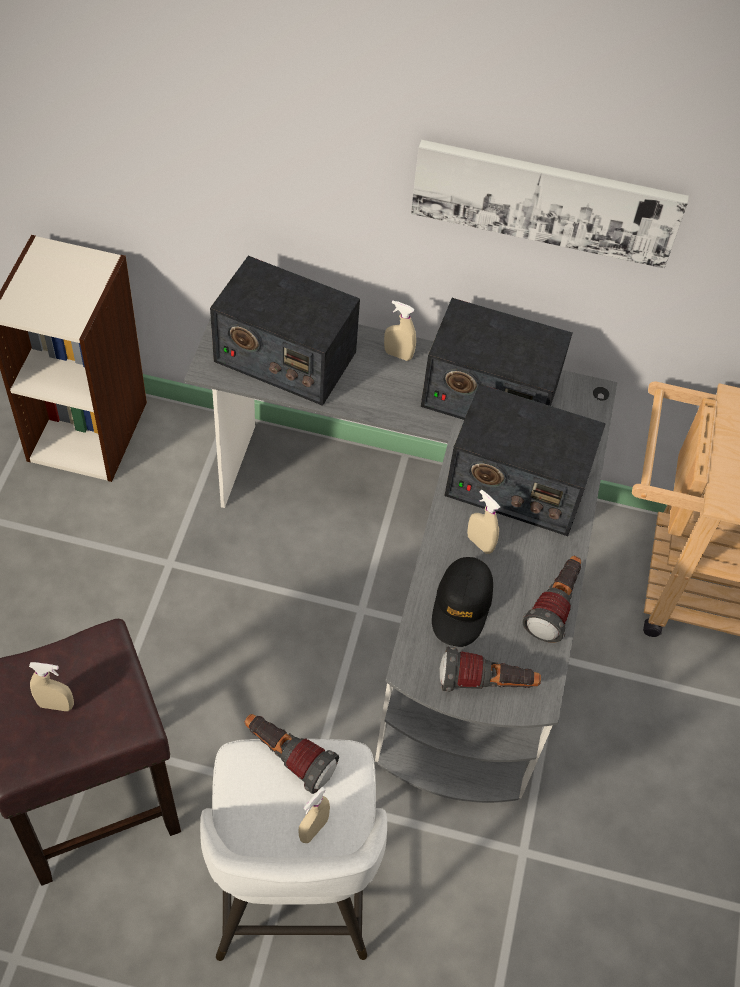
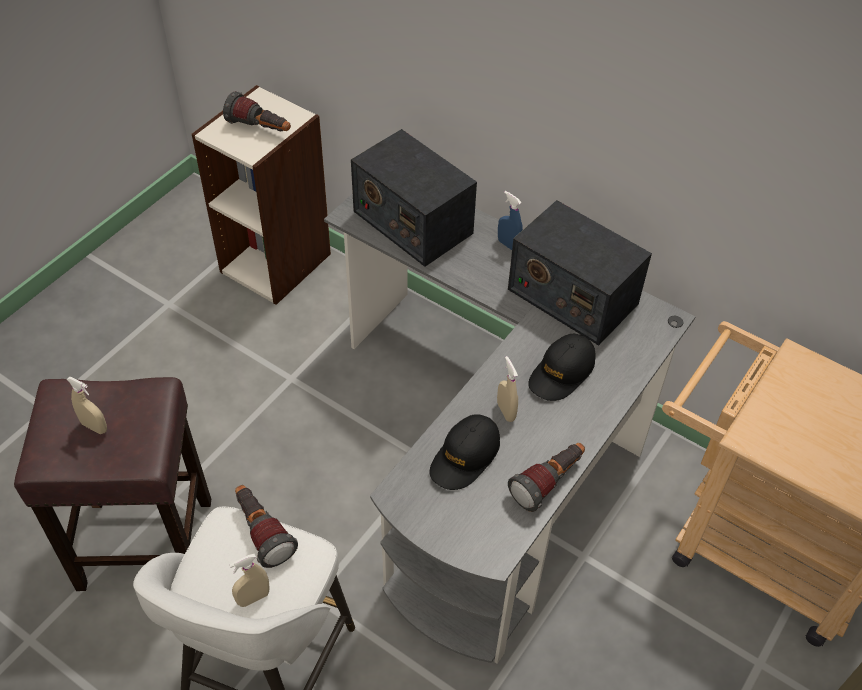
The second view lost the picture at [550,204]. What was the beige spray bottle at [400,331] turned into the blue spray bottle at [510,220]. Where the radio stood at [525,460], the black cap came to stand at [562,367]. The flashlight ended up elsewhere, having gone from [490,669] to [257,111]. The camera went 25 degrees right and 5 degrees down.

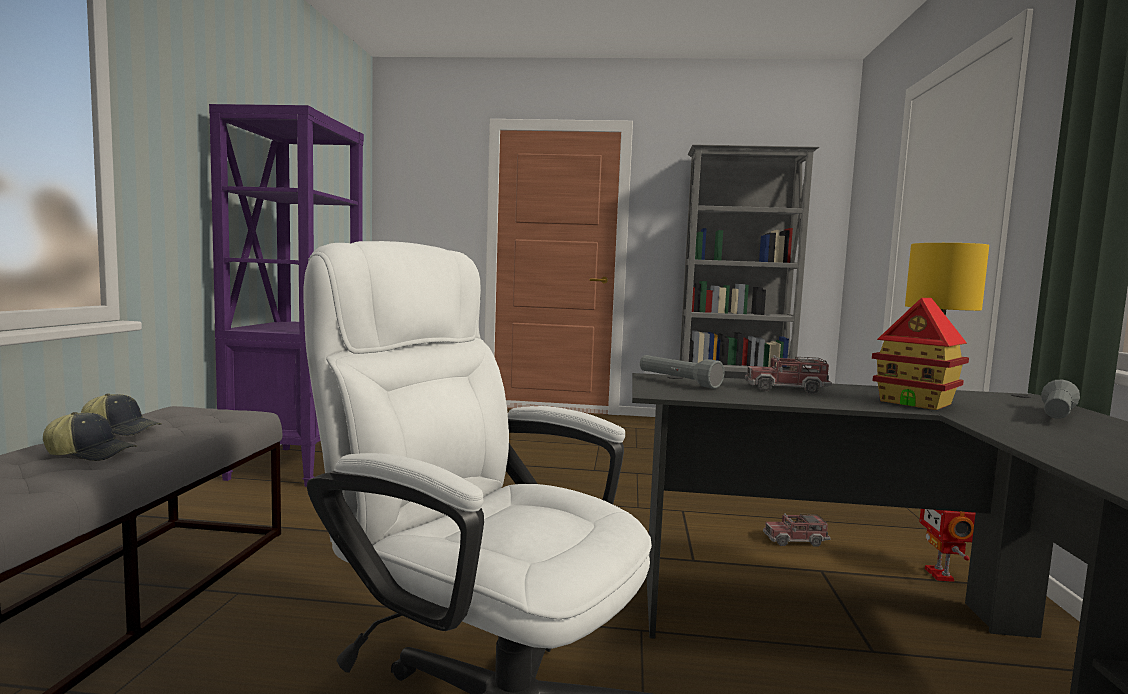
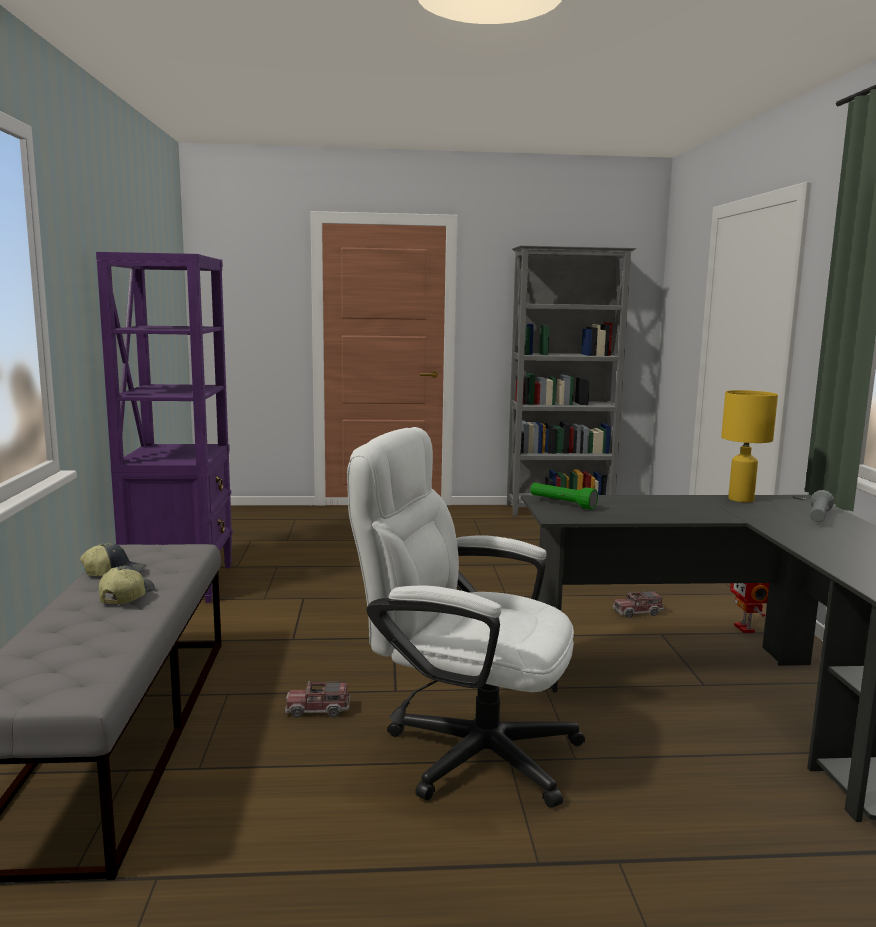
The second view lost the toy house at [920,354]. What was the grey flashlight at [682,372] turned into the green flashlight at [564,496]. The toy truck ended up elsewhere, having gone from [788,374] to [317,699]. The cap at [90,436] ended up facing another way, 75 degrees counterclockwise from before. The camera went 10 degrees left and 5 degrees up.

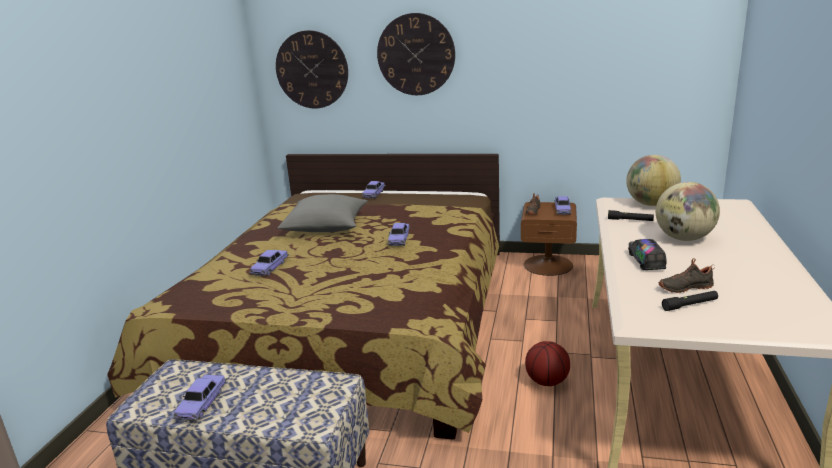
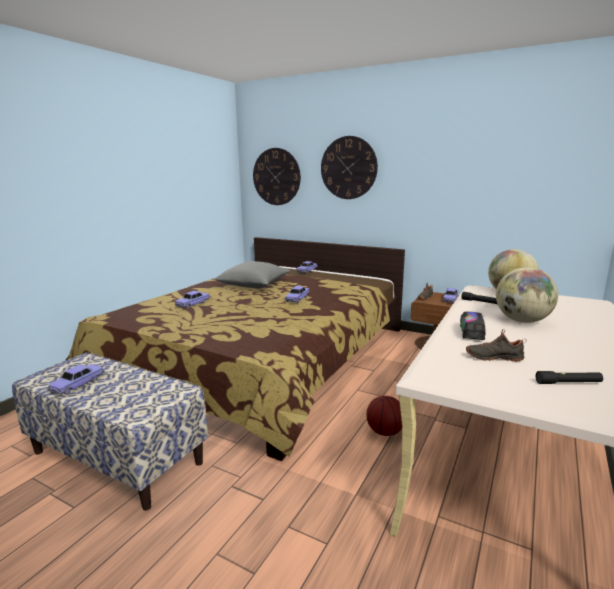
The black flashlight ended up elsewhere, having gone from [690,301] to [569,377]. The camera went 15 degrees right and 5 degrees down.

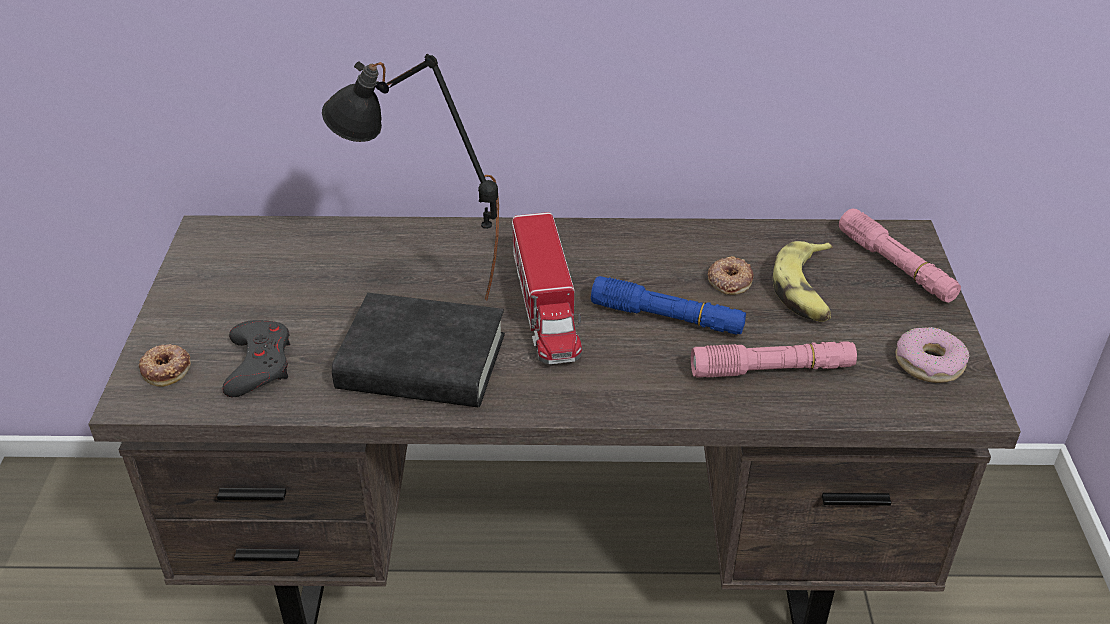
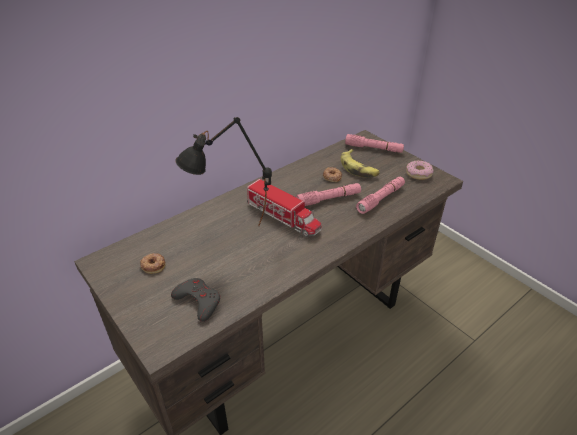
What was the blue flashlight at [668,305] turned into the pink flashlight at [328,194]. The second view lost the black book at [418,350]. The donut ended up elsewhere, having gone from [165,365] to [153,263]. The camera went 40 degrees left and 0 degrees up.

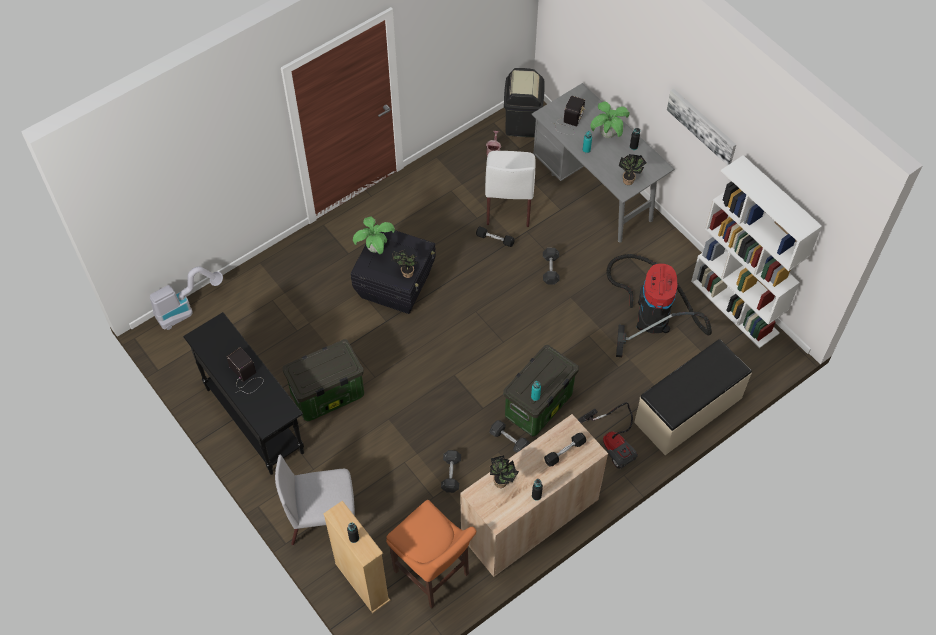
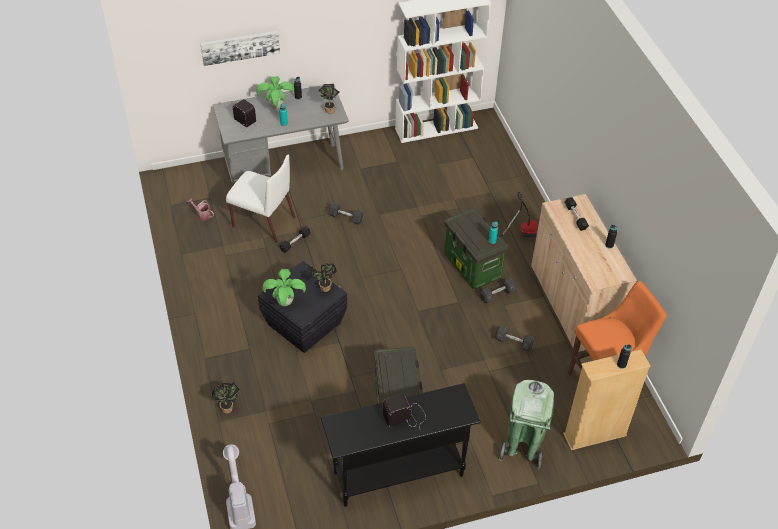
The second view lost the black trash can at [524,102]. The picture ended up elsewhere, having gone from [701,126] to [240,48]. The second view lost the vacuum cleaner at [659,305]. The second view lost the beige bench at [693,397]. Where the grey chair stood at [315,500], the green trash can came to stand at [526,424]. The potted plant ended up elsewhere, having gone from [504,471] to [225,398]. The camera went 70 degrees left and 10 degrees down.

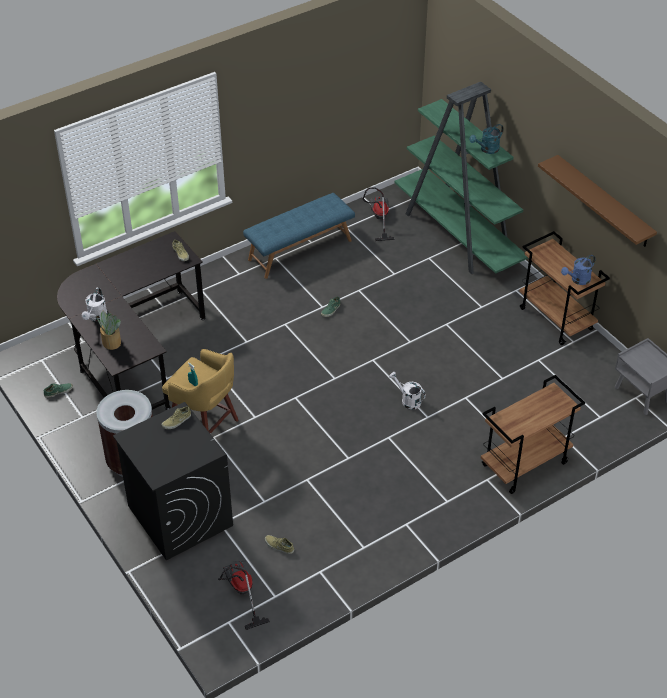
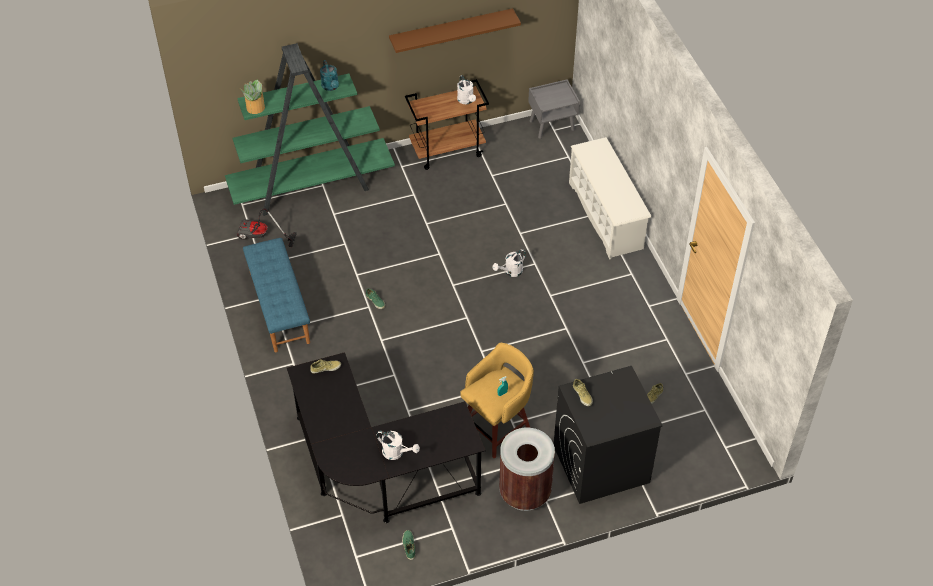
What was the blue watering can at [578,270] turned into the white watering can at [466,89]. The potted plant ended up elsewhere, having gone from [108,330] to [252,96]. Where the brown cart stood at [533,434], the white shoe rack came to stand at [610,198]. The second view lost the vacuum cleaner at [244,595]. The camera went 75 degrees left and 5 degrees up.

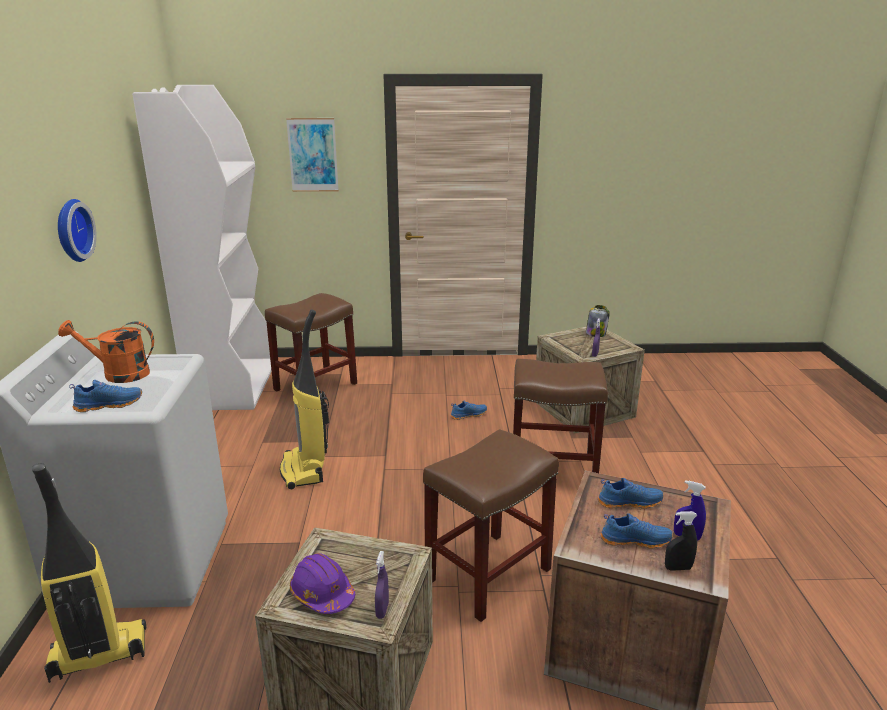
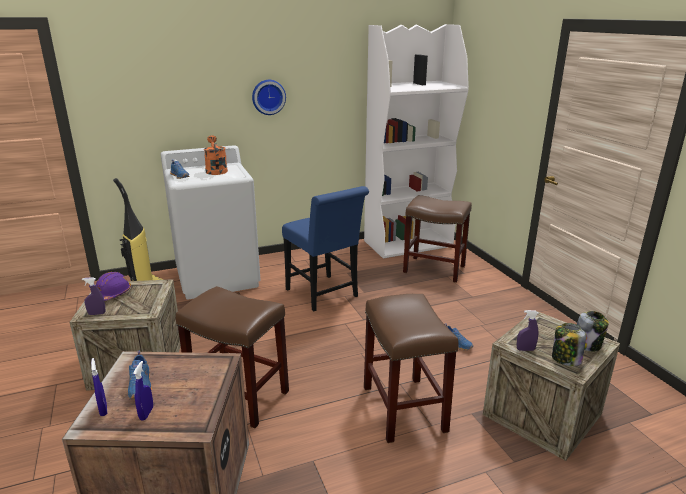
The second view lost the picture at [312,155]. Where the vacuum cleaner stood at [304,399], the blue chair came to stand at [325,248]. The second view lost the blue shoe at [631,493]. What was the black spray bottle at [681,541] turned into the blue spray bottle at [99,387]. The second view gained the jar at [569,344]. The camera went 70 degrees right and 0 degrees up.

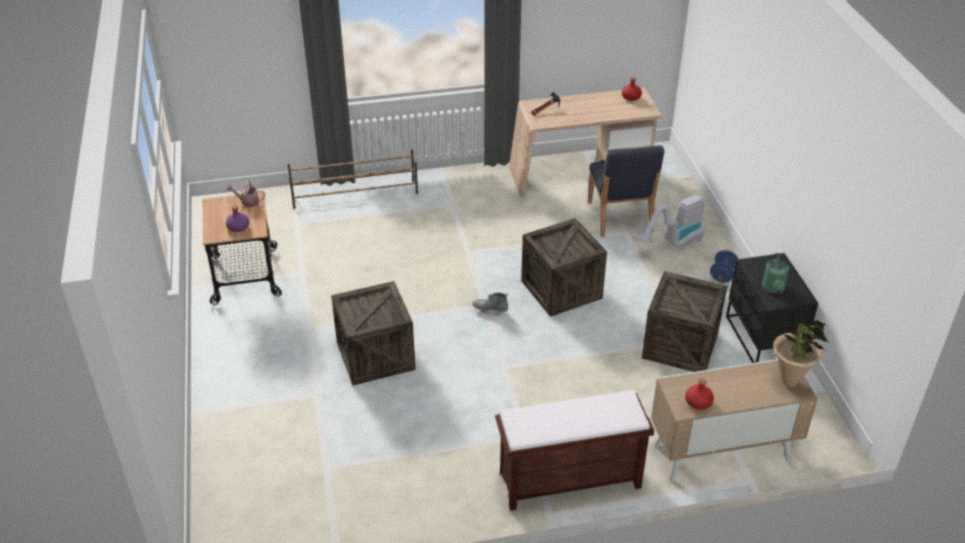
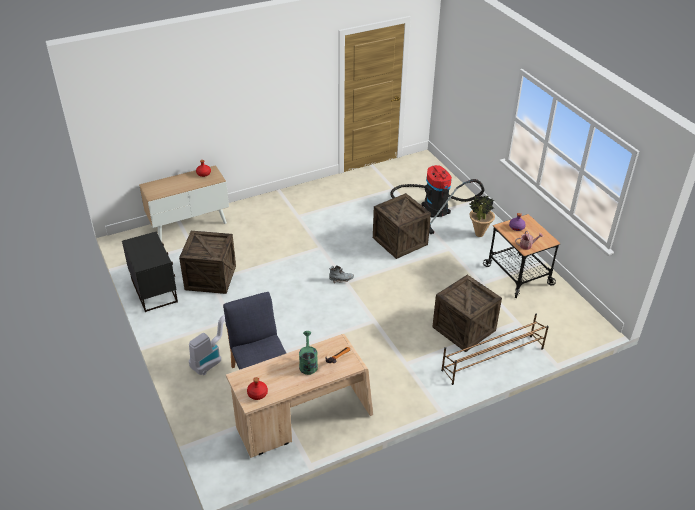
The crate ended up elsewhere, having gone from [564,267] to [467,313]. The second view lost the blue dumbbell at [724,266]. The green watering can ended up elsewhere, having gone from [775,273] to [308,353]. The potted plant ended up elsewhere, having gone from [801,350] to [482,216]. The second view lost the brown bench at [574,450]. The second view gained the vacuum cleaner at [437,199]. The camera went 165 degrees right and 0 degrees up.

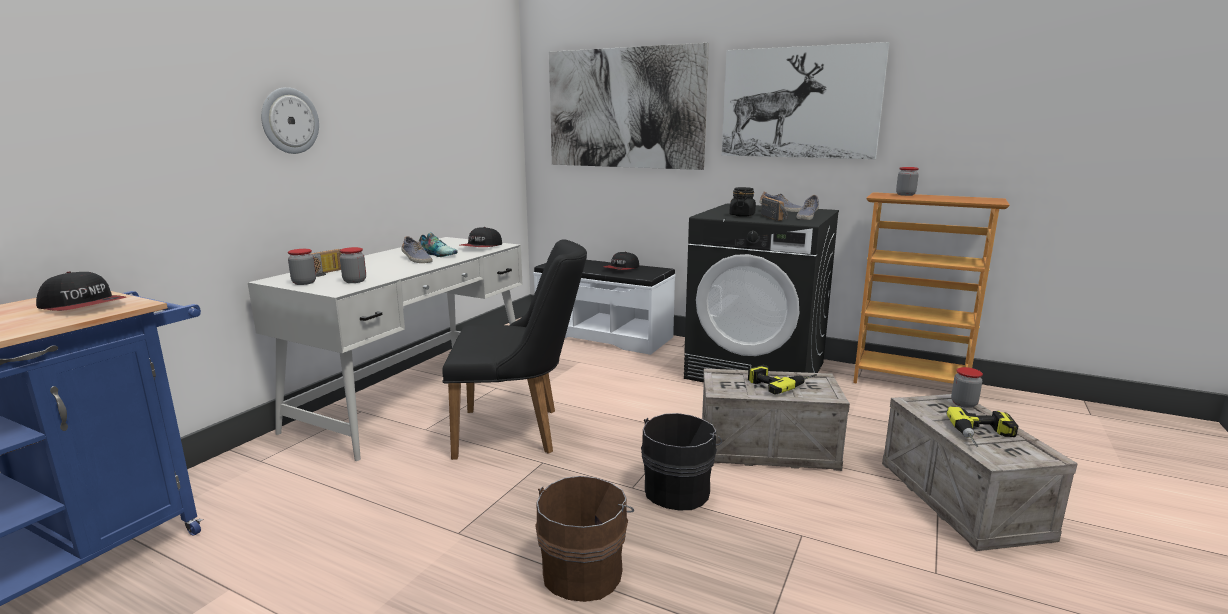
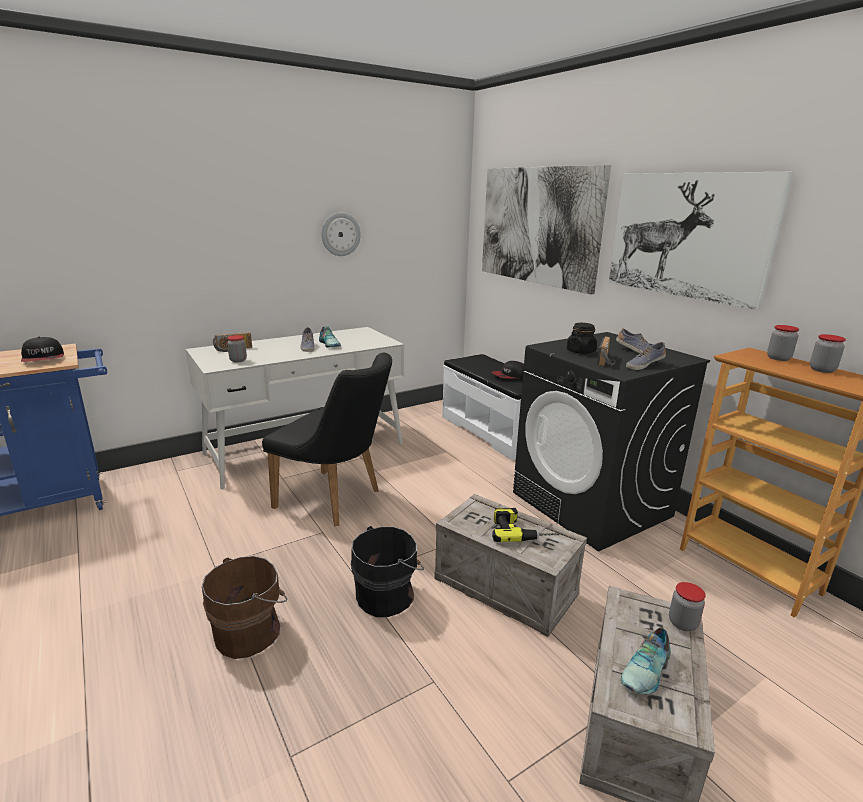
The wall clock ended up elsewhere, having gone from [290,120] to [341,234]. The second view lost the cap at [481,237]. The jar ended up elsewhere, having gone from [302,267] to [828,353]. Where the power drill stood at [982,426], the shoe came to stand at [646,661]. The camera went 30 degrees right and 5 degrees up.

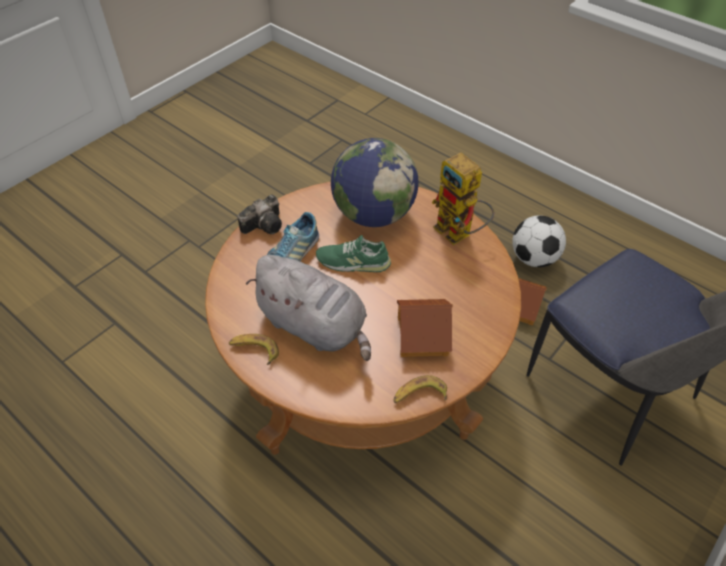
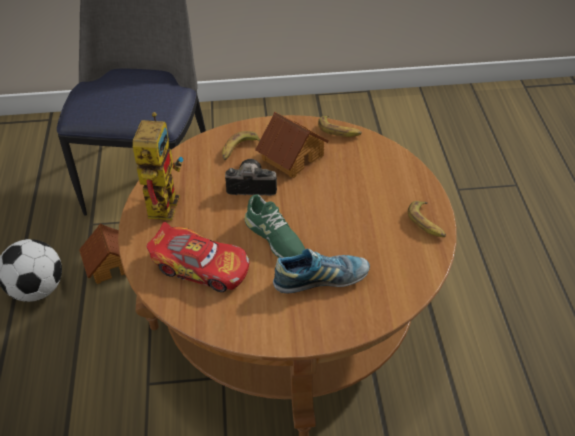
Where the globe stood at [374,182], the toy car came to stand at [197,257]. The photo camera ended up elsewhere, having gone from [259,214] to [251,177]. The second view lost the grey plush toy at [308,308]. The second view gained the banana at [241,146]. The camera went 135 degrees left and 5 degrees down.

